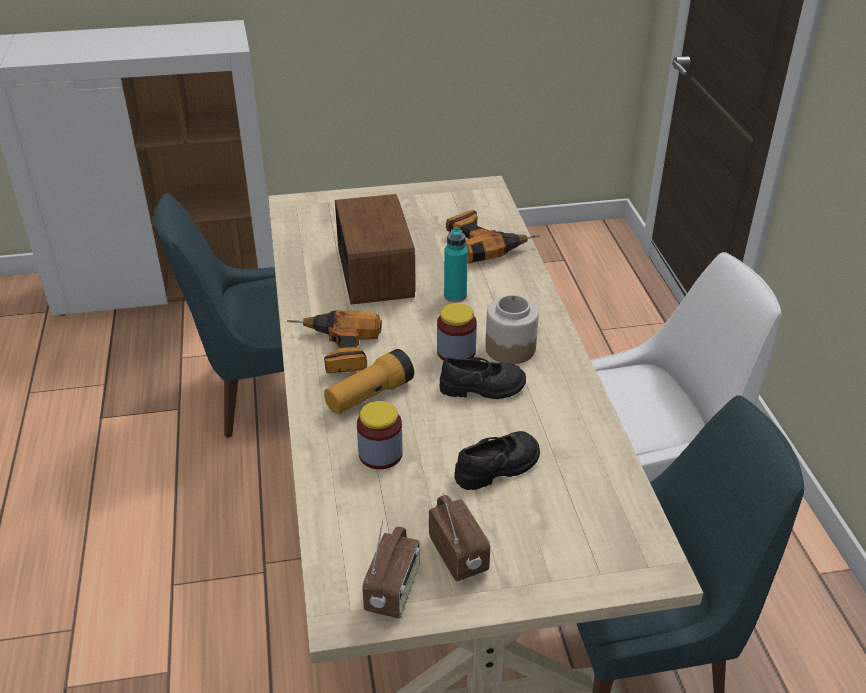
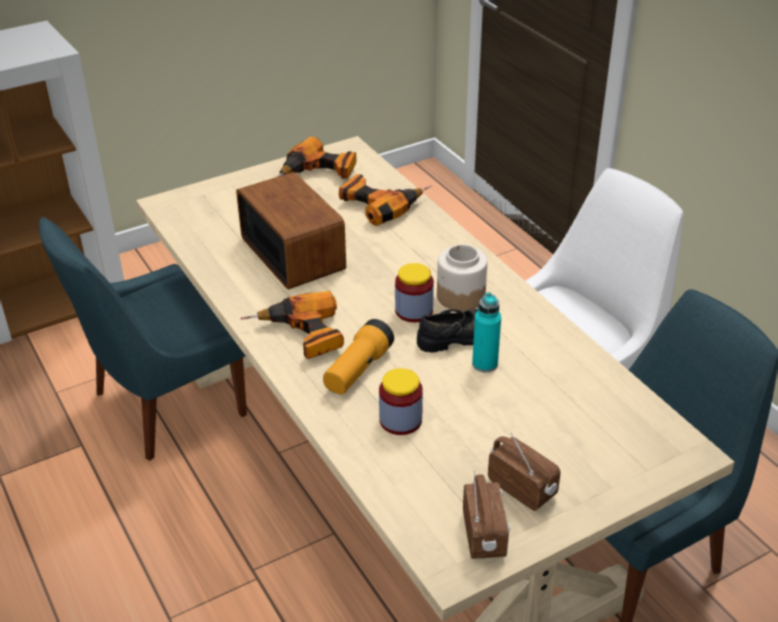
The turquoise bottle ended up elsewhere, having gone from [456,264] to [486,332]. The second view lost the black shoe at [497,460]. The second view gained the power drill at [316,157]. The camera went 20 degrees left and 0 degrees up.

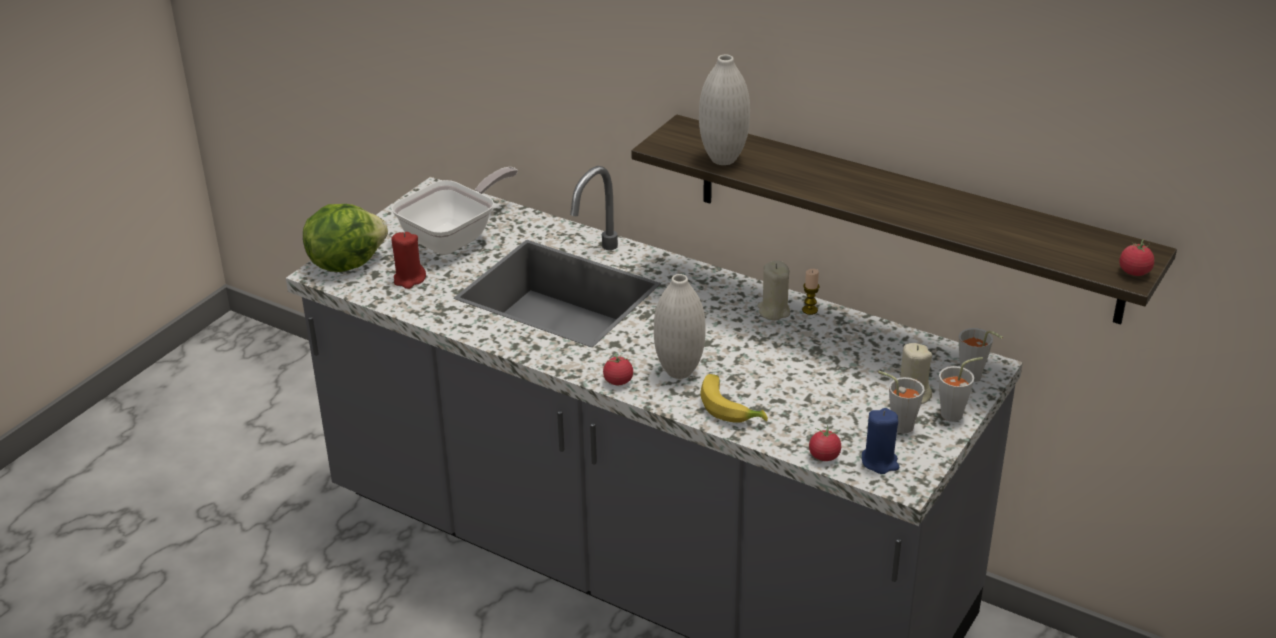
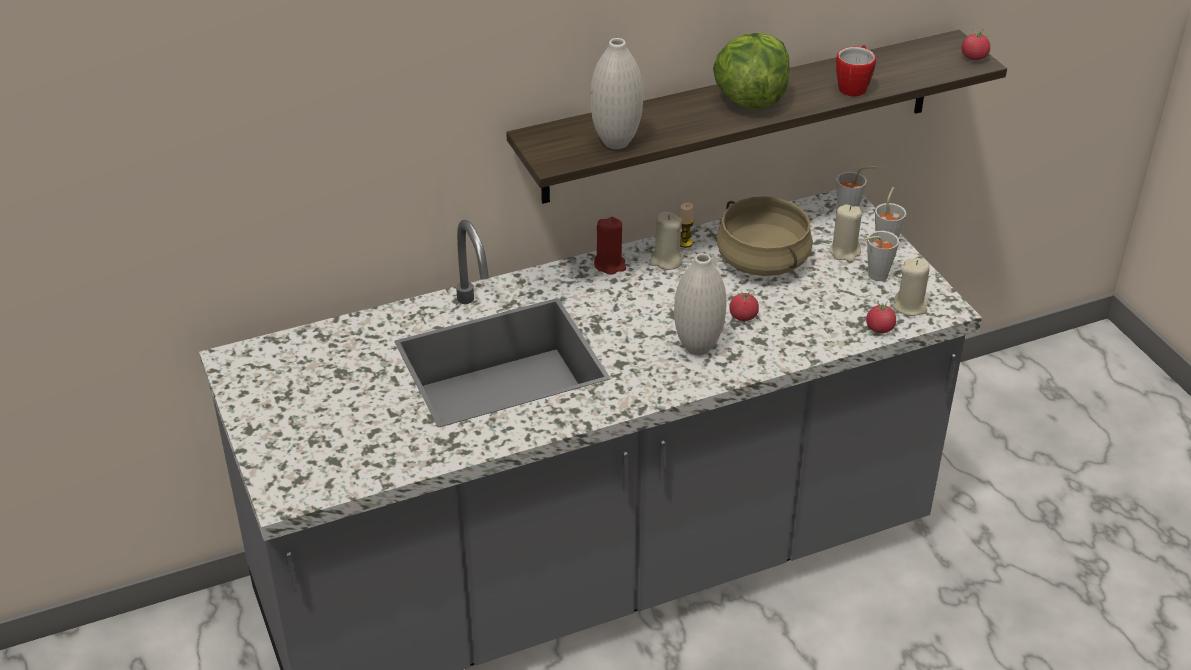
The second view lost the frying pan at [455,211]. The lettuce ended up elsewhere, having gone from [345,238] to [751,71]. The red candle ended up elsewhere, having gone from [408,260] to [610,246]. The tomato ended up elsewhere, having gone from [618,369] to [744,305]. The second view lost the banana at [734,398]. What was the blue candle at [880,441] turned into the beige candle at [911,287]. The second view gained the mug at [856,71]. The second view gained the beige cooking pot at [764,236]. The camera went 55 degrees left and 5 degrees up.

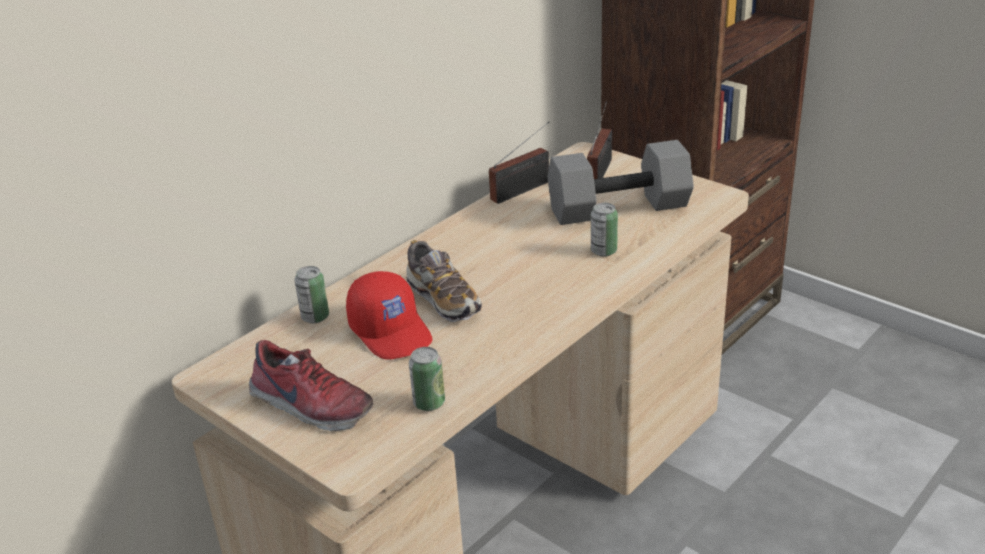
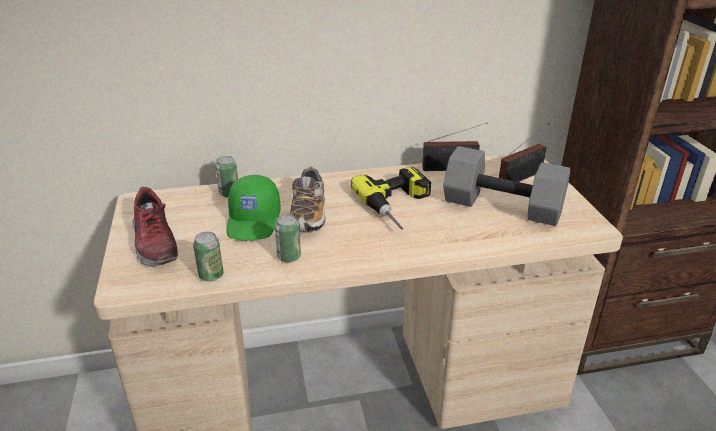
The can ended up elsewhere, having gone from [604,230] to [288,238]. What was the red cap at [389,315] turned into the green cap at [253,207]. The second view gained the power drill at [391,198]. The camera went 35 degrees right and 0 degrees up.

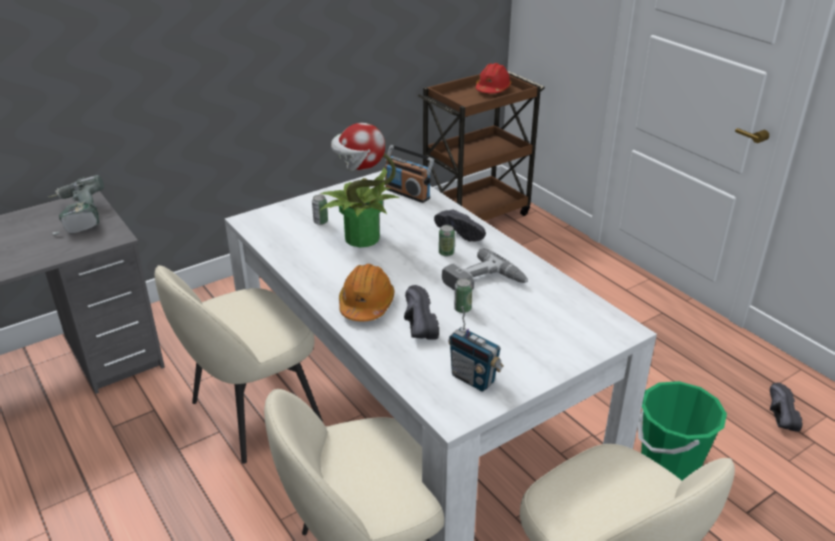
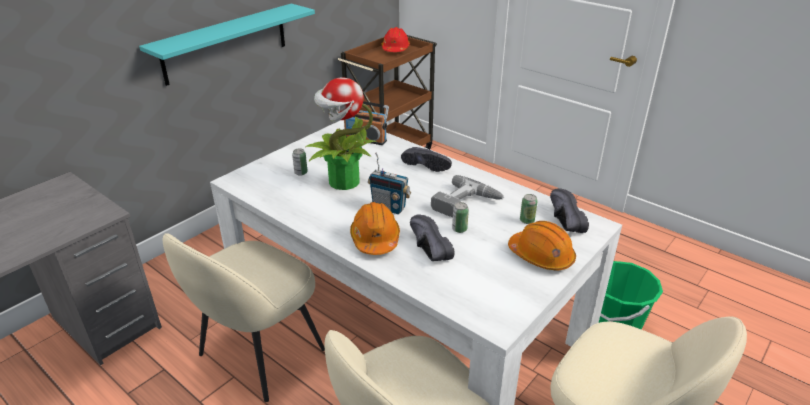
The second view lost the power drill at [76,205]. The can ended up elsewhere, having gone from [447,241] to [529,209]. The radio ended up elsewhere, having gone from [475,349] to [389,183]. The black shoe ended up elsewhere, having gone from [786,407] to [569,210]. The second view gained the turquoise shelf at [227,45]. The second view gained the orange hard hat at [542,246]. The camera went 15 degrees left and 0 degrees up.

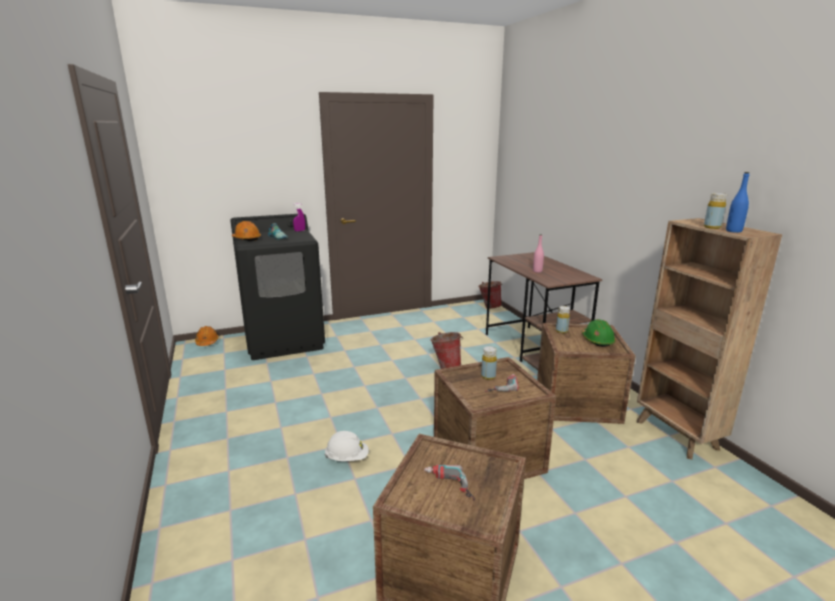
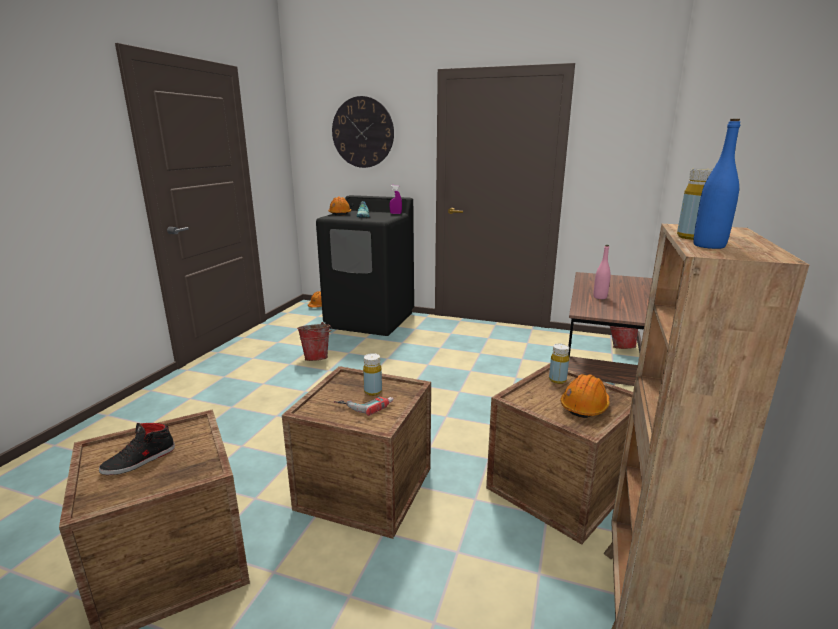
What was the green hard hat at [599,333] turned into the orange hard hat at [585,396]. The bucket ended up elsewhere, having gone from [447,350] to [314,341]. The second view lost the white hard hat at [346,446]. Where the power drill stood at [449,483], the black shoe came to stand at [137,449]. The second view gained the wall clock at [363,132]. The camera went 40 degrees right and 0 degrees up.

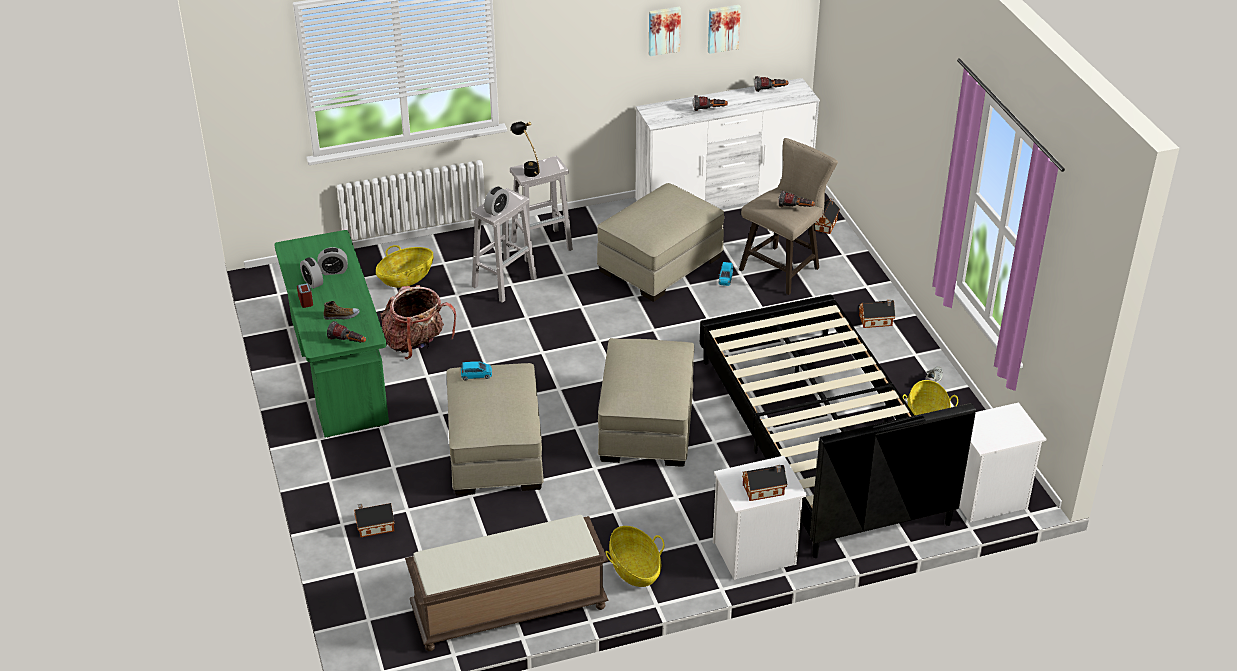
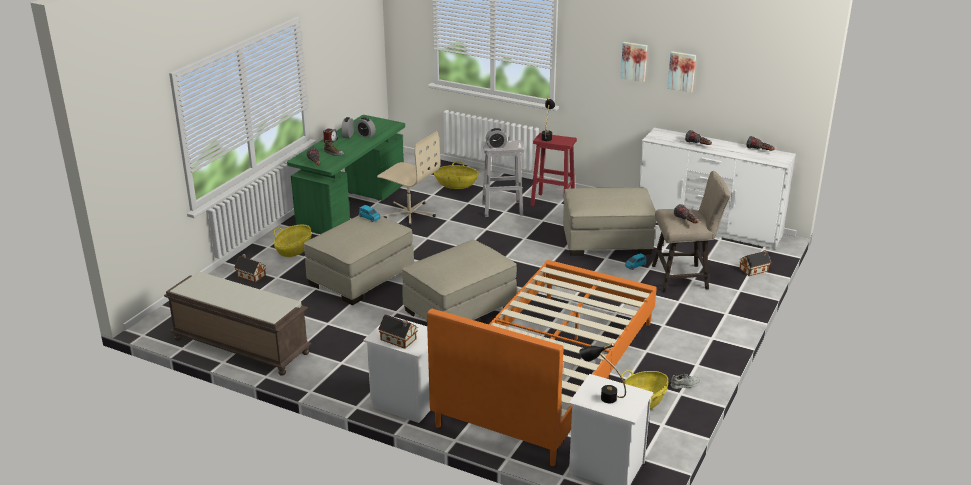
The picture ended up elsewhere, having gone from [724,29] to [634,62]. What was the white stool at [541,209] turned into the red stool at [553,169]. Where the backpack stood at [418,322], the beige office chair came to stand at [409,178]. What was the black bed at [838,426] turned into the orange bed at [542,363]. The second view lost the toy house at [877,314]. The basket ended up elsewhere, having gone from [635,556] to [293,241]. The second view gained the black table lamp at [602,373]. The camera went 45 degrees right and 10 degrees down.

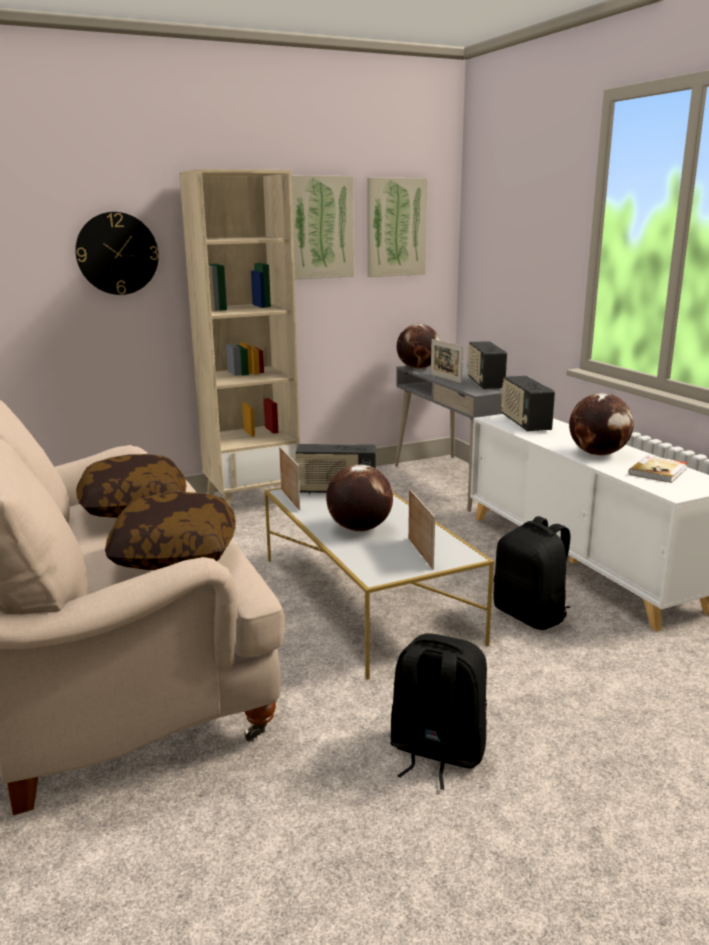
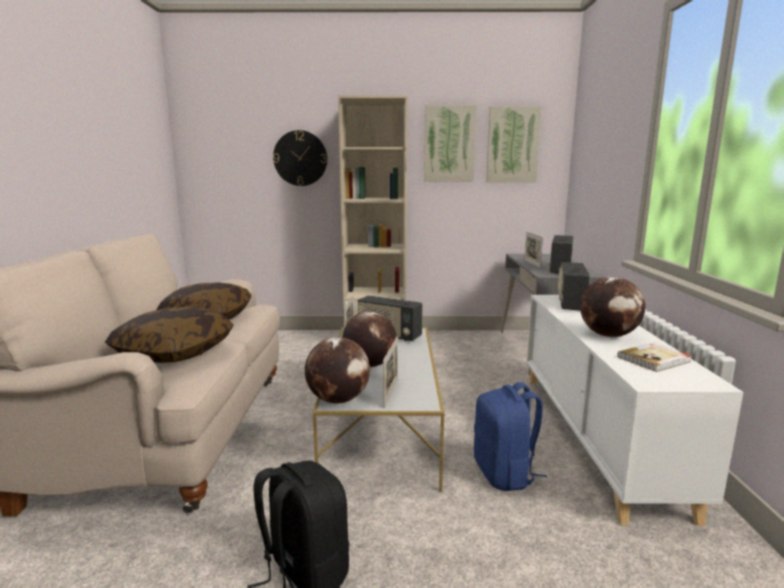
The globe ended up elsewhere, having gone from [418,346] to [337,370]. What was the black backpack at [532,573] turned into the blue backpack at [510,436]. The camera went 25 degrees right and 5 degrees down.

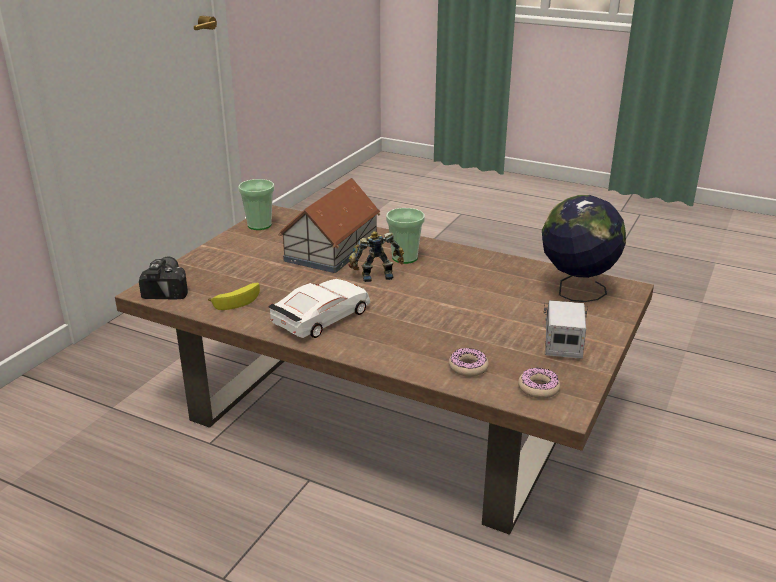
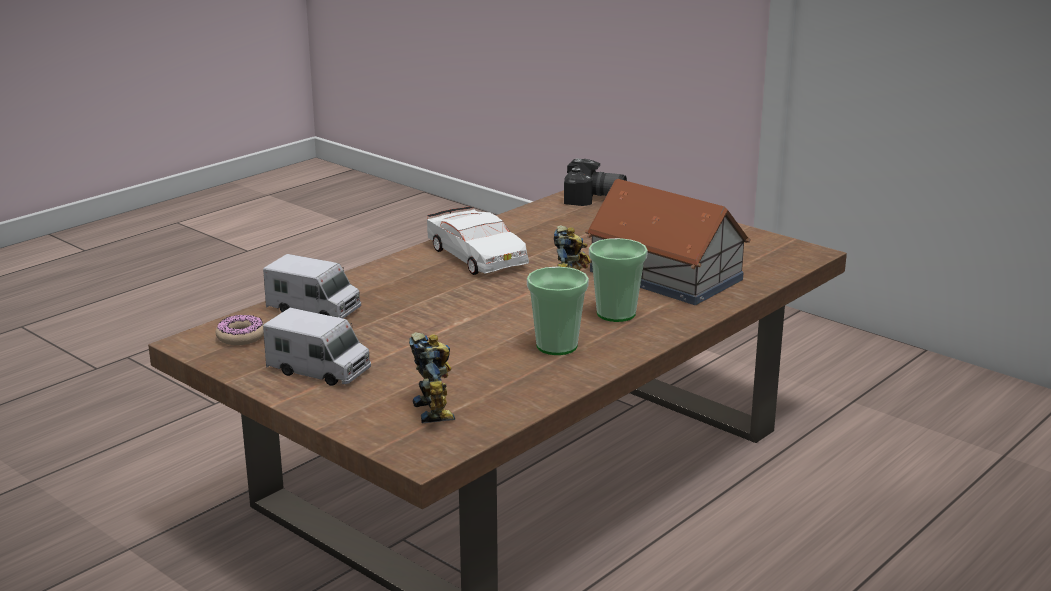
The cup ended up elsewhere, having gone from [256,204] to [558,310]. Where the globe stood at [584,248], the toy robot came to stand at [432,377]. The second view lost the banana at [234,296]. Where the donut stood at [469,362], the toy truck came to stand at [312,286]. The camera went 105 degrees right and 5 degrees down.

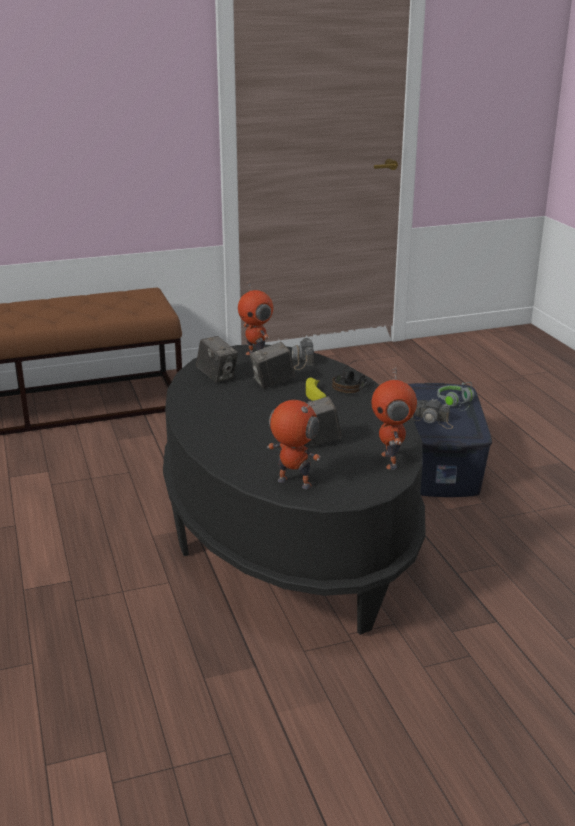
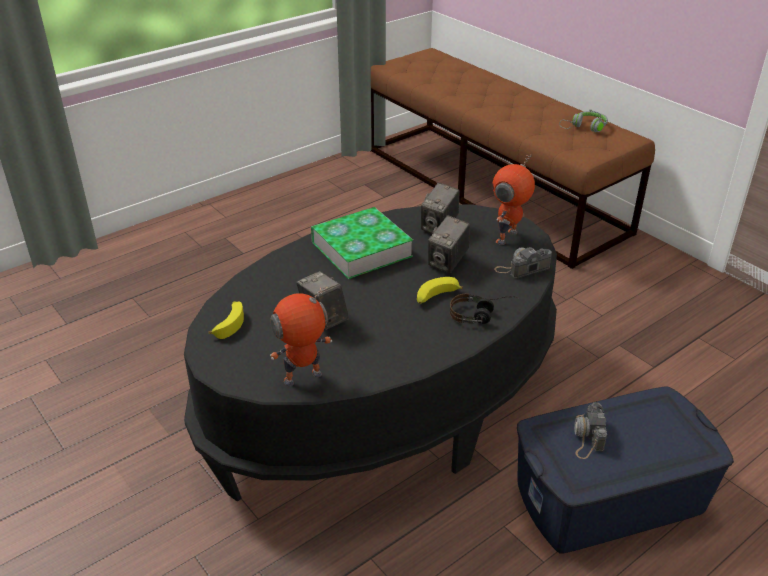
The photo camera at [272,365] ended up facing another way, 105 degrees counterclockwise from before. The grey headphones ended up elsewhere, having gone from [455,396] to [583,120]. Where the toy robot stood at [294,444], the banana came to stand at [226,320]. The second view gained the book at [362,243]. The camera went 70 degrees right and 10 degrees up.

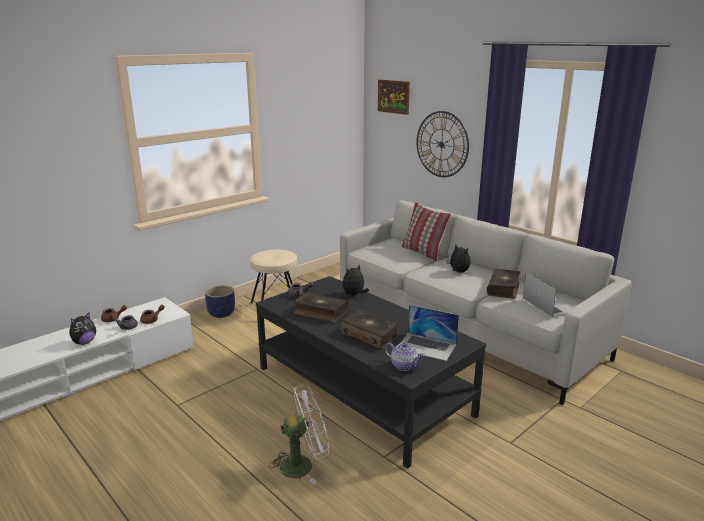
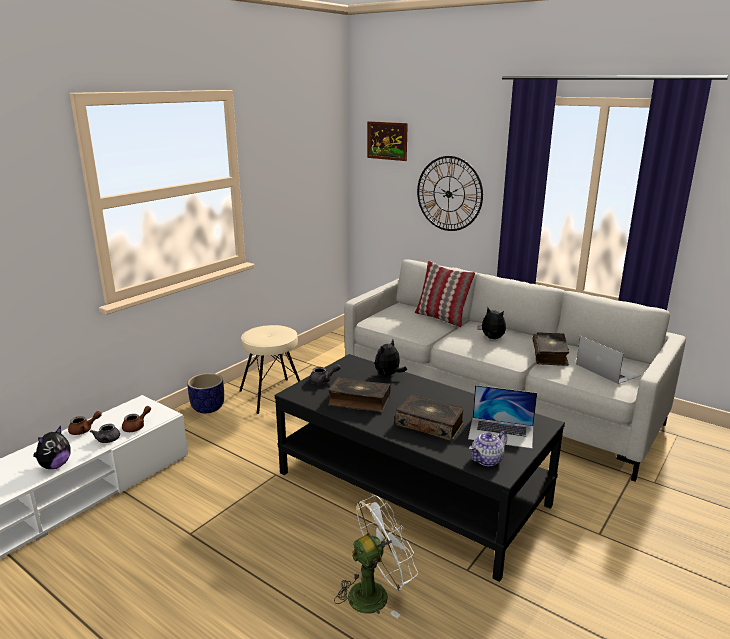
The teapot at [405,357] ended up facing another way, 120 degrees clockwise from before. The camera went 10 degrees left and 0 degrees up.

